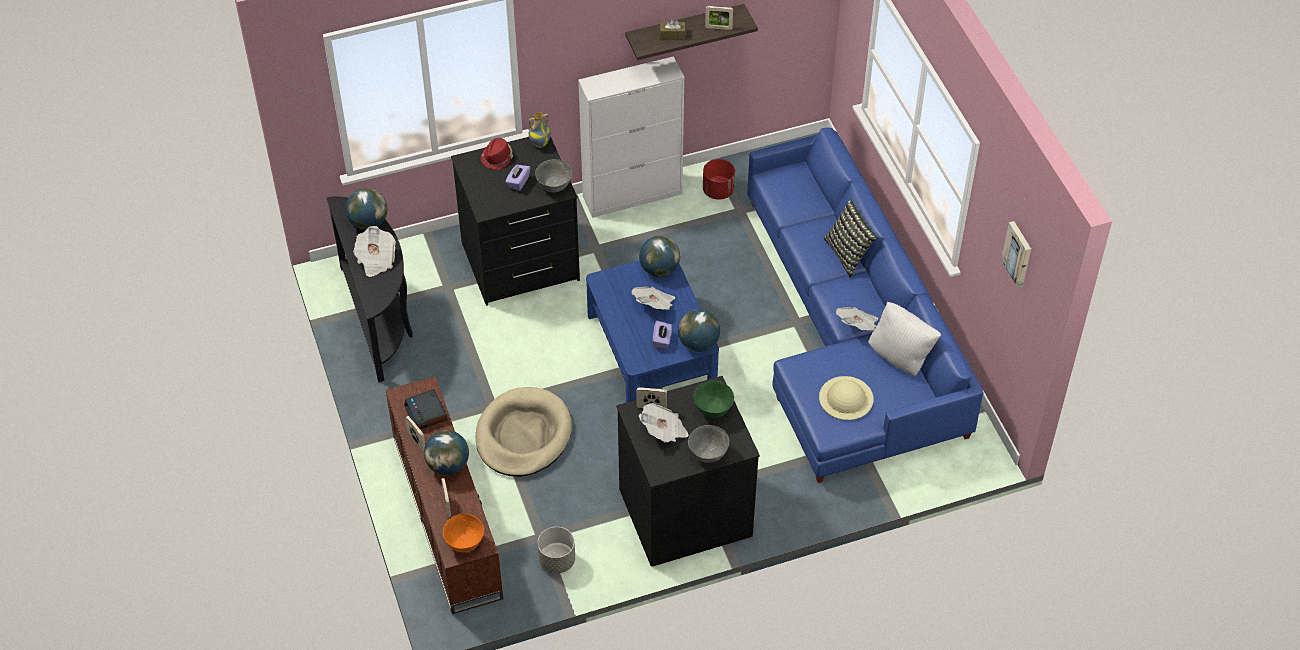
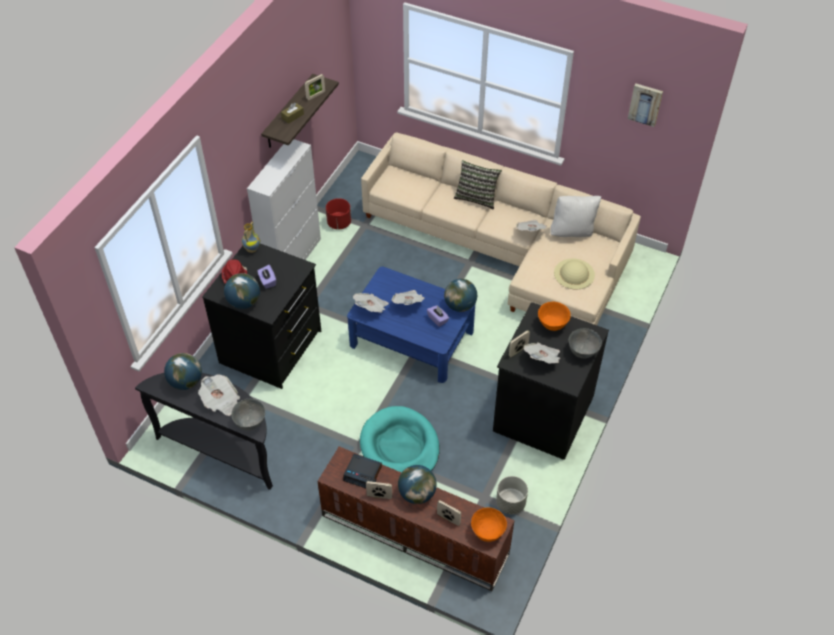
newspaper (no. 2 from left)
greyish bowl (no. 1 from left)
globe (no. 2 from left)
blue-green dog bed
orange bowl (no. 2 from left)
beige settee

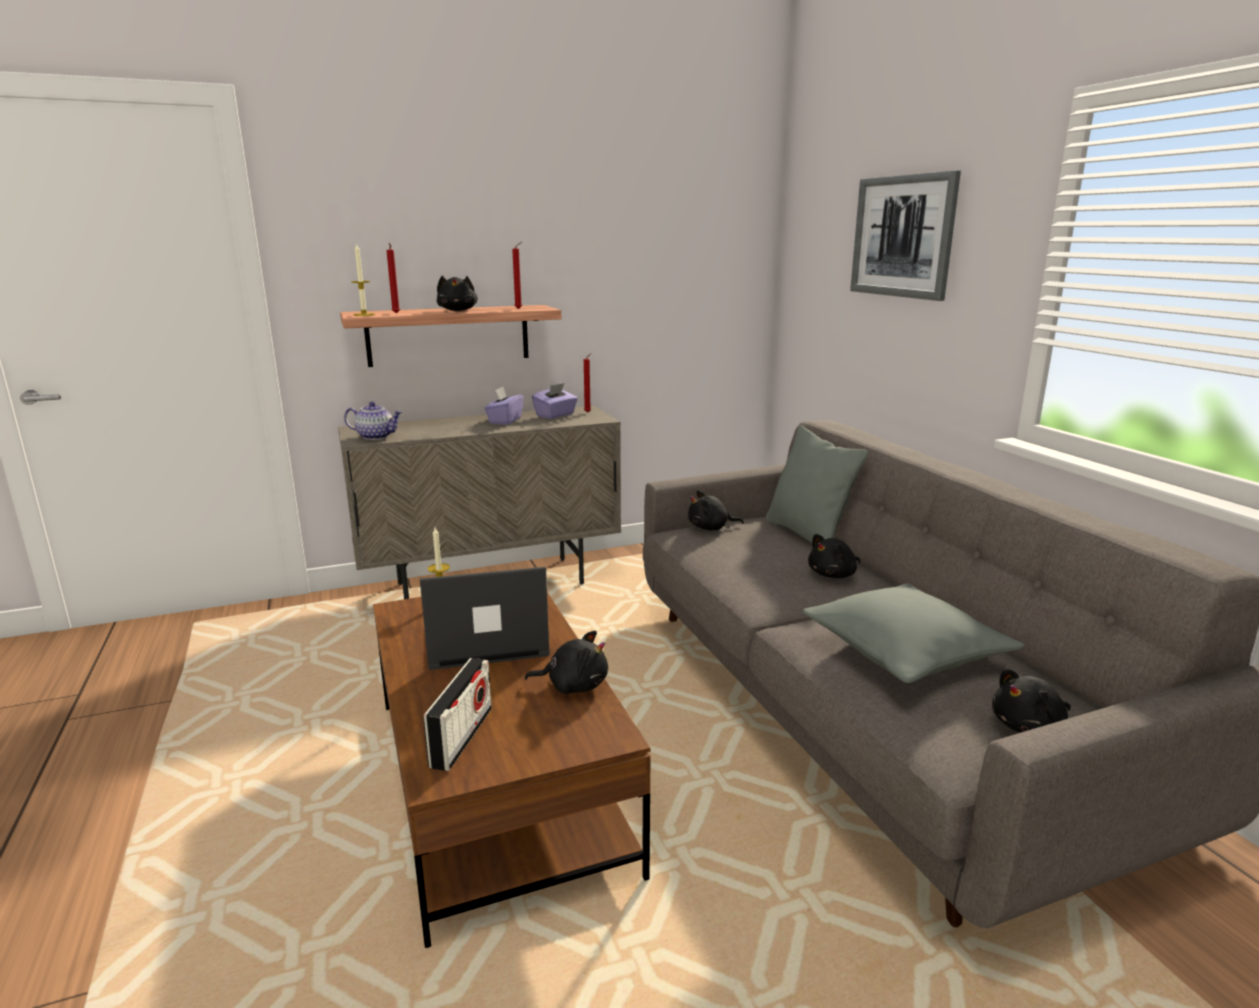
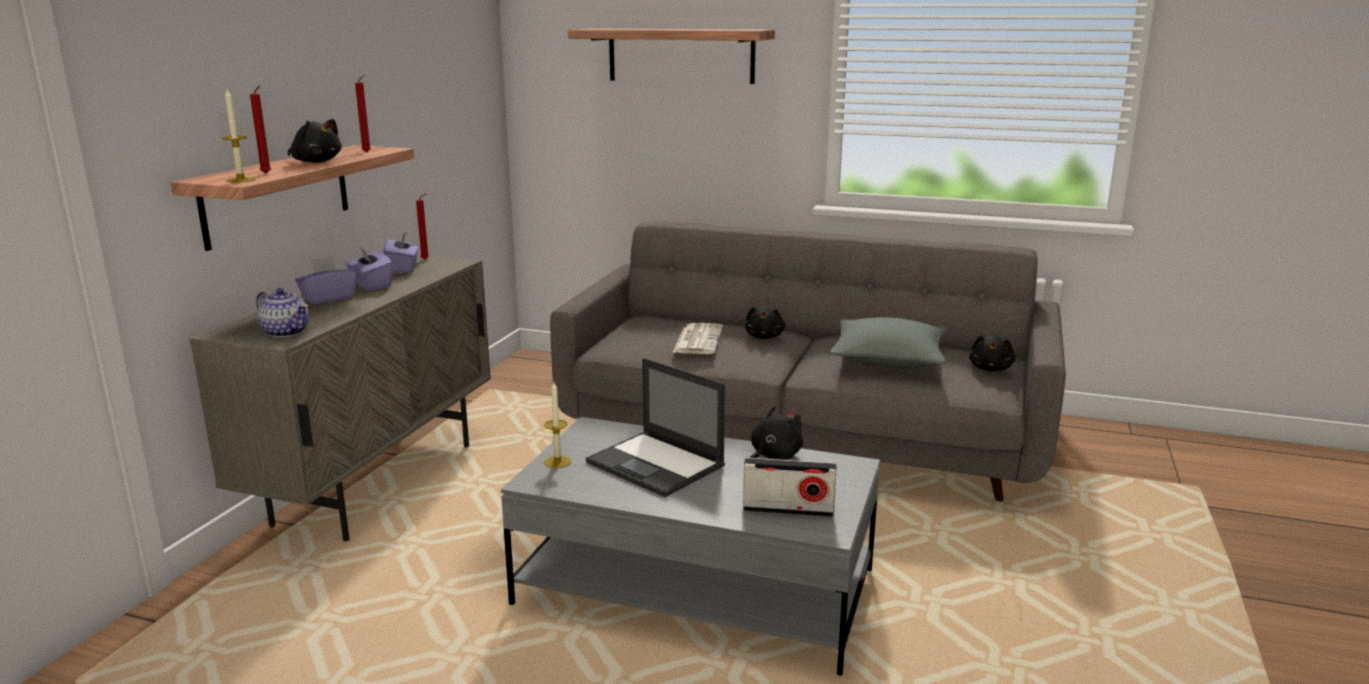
blackish plush toy (no. 3 from left in the first image)
greyish pillow (no. 1 from left in the first image)
purple-coloured tissue holder (no. 1 from left)
newspaper
bracket shelf (no. 2 from left)
greyish coffee table
teapot
portable computer
radio receiver

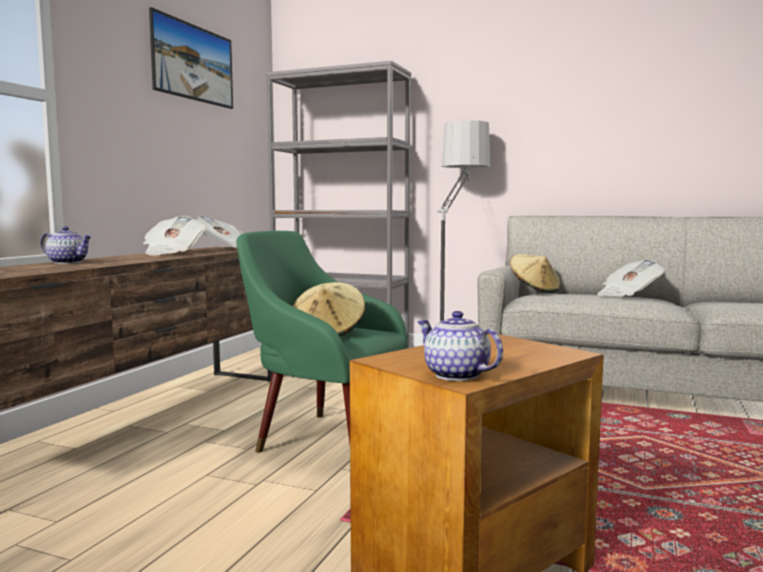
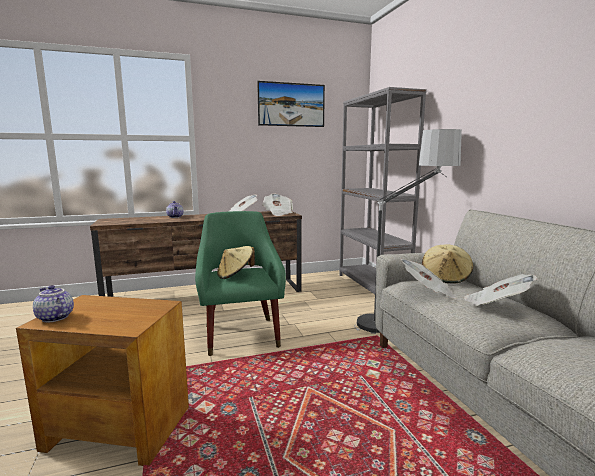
newspaper (no. 3 from left)
teapot (no. 1 from left)

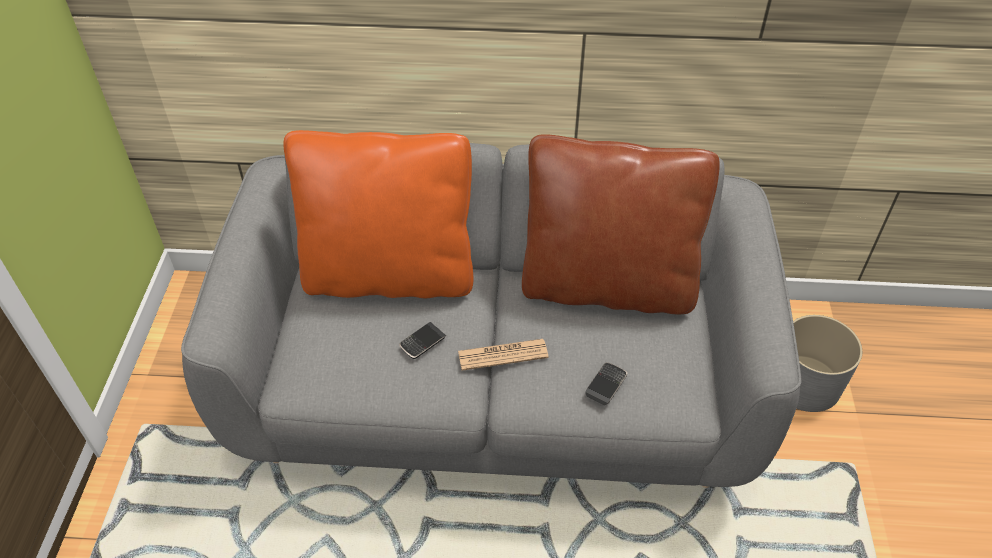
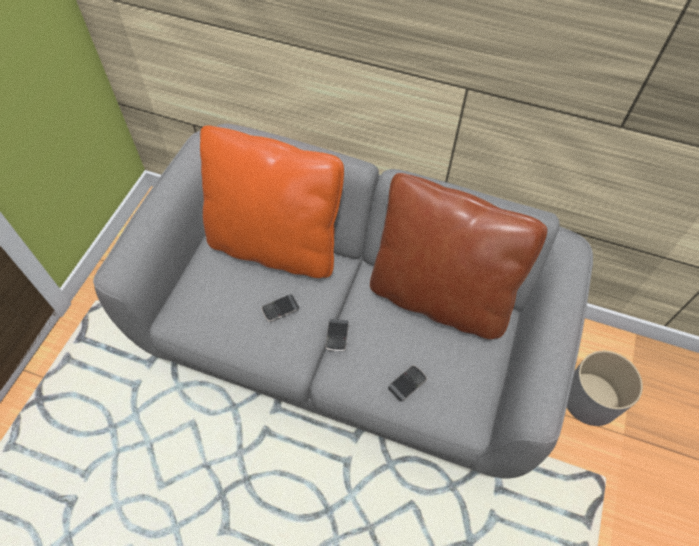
handset (no. 2 from left)

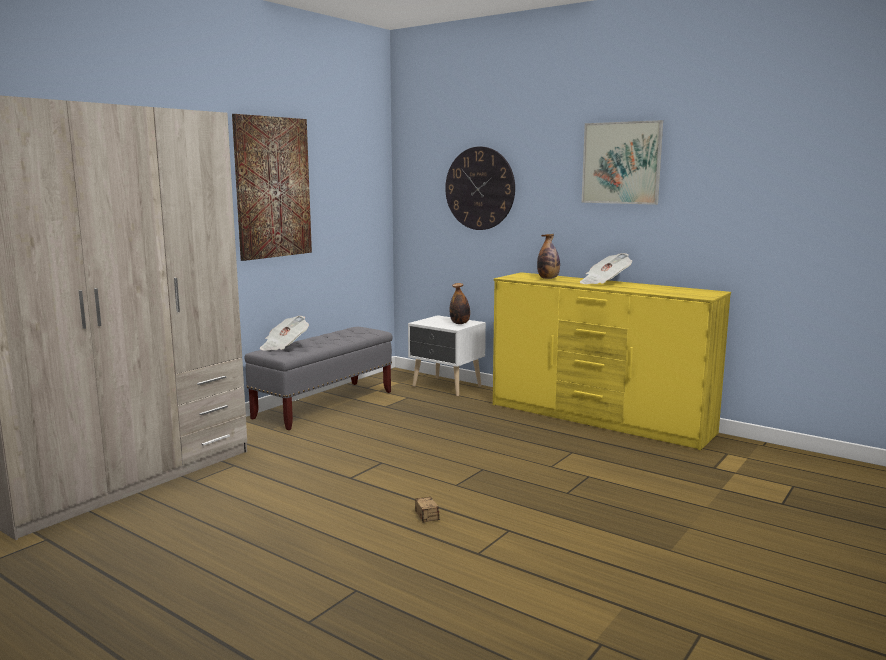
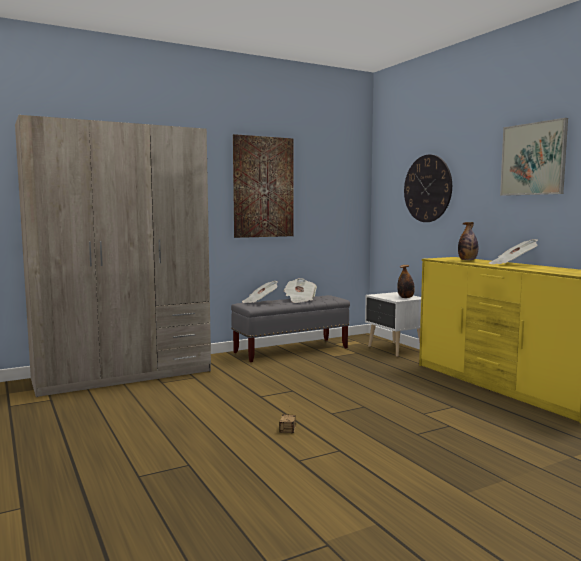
newspaper (no. 2 from left)

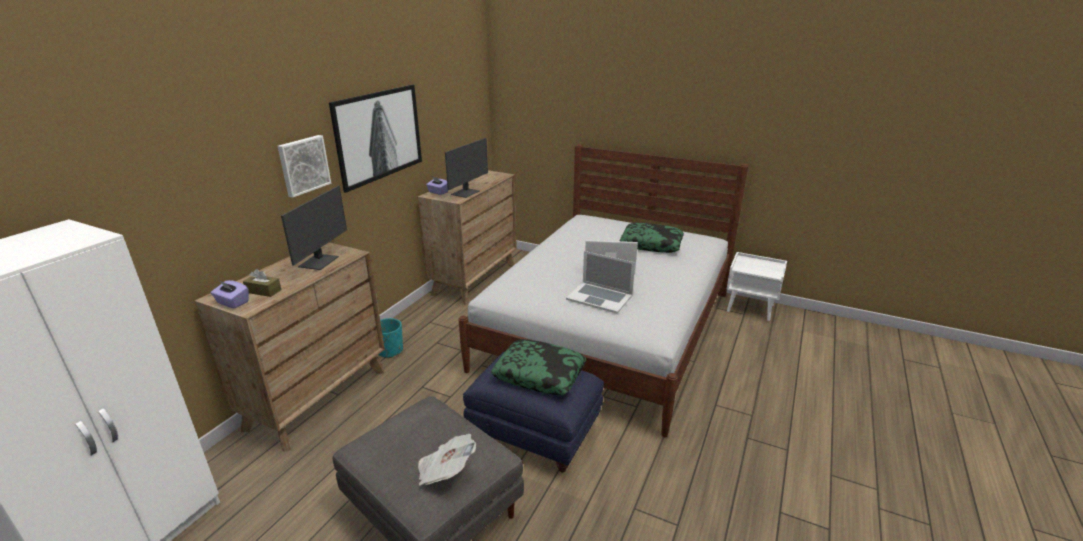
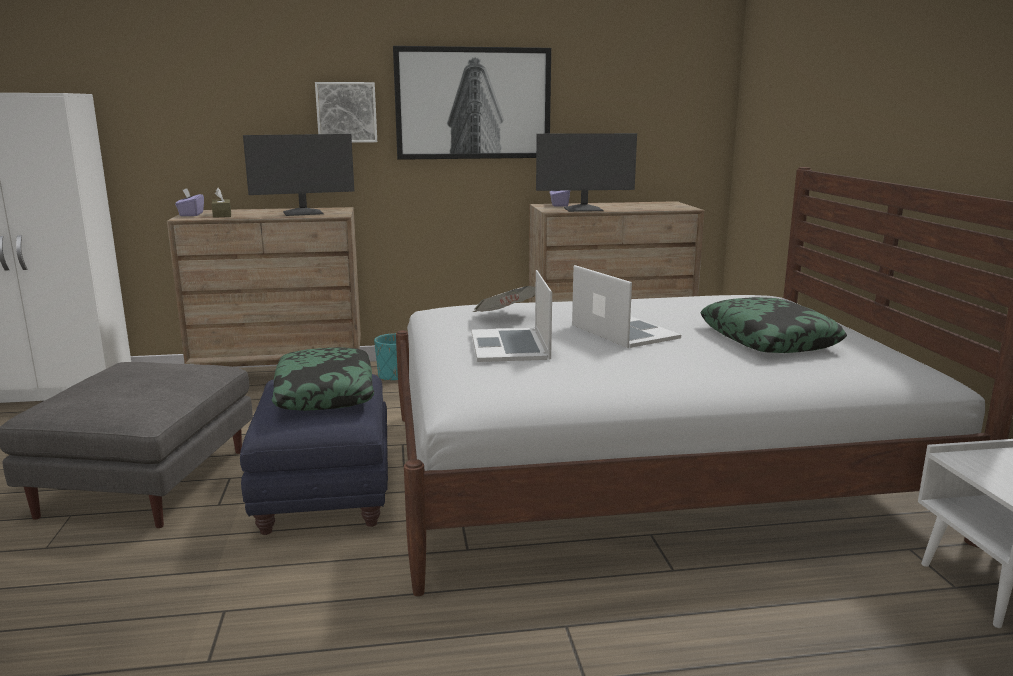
newspaper

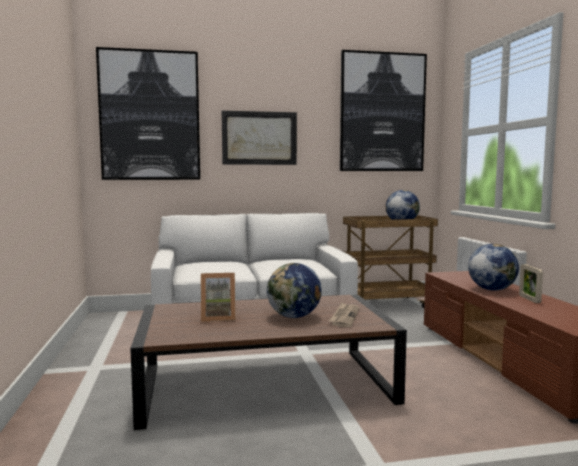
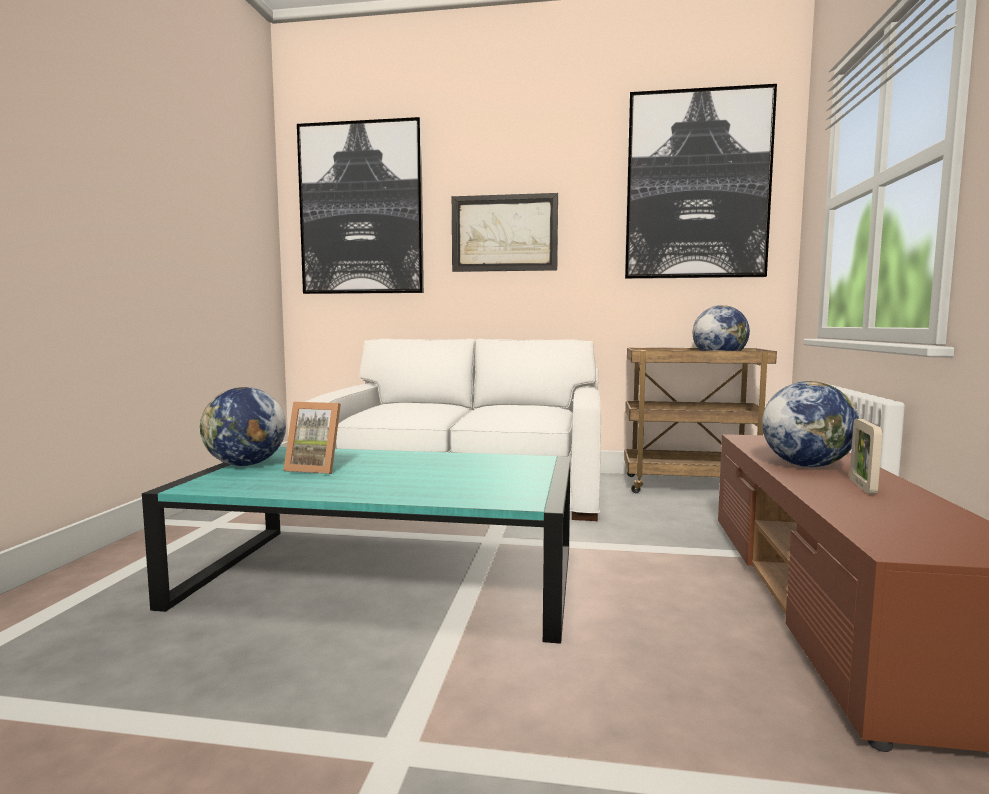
newspaper
globe (no. 1 from left)
blue-green coffee table

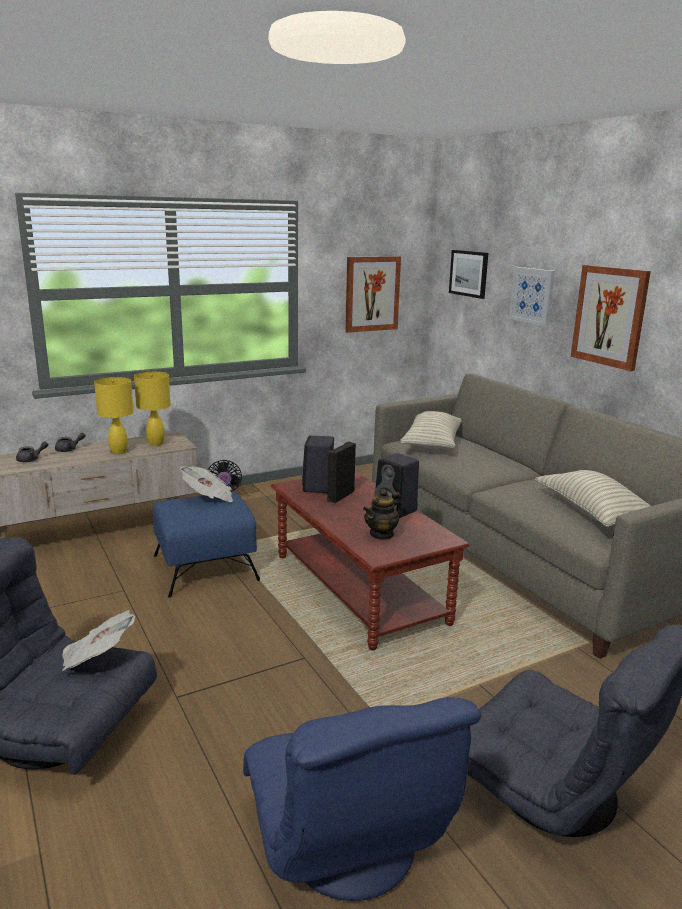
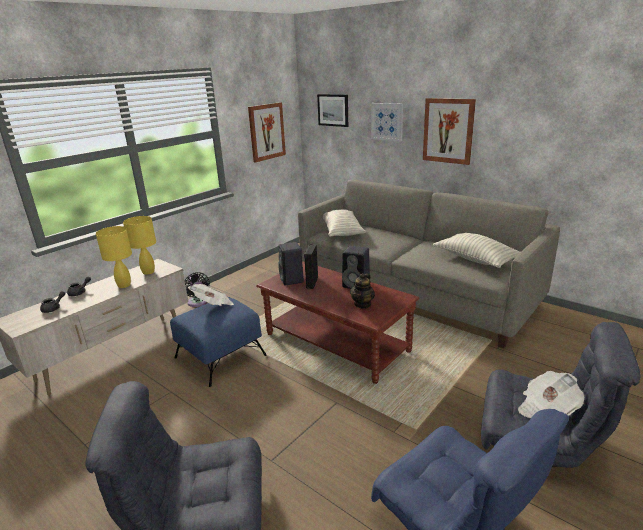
newspaper (no. 2 from left)

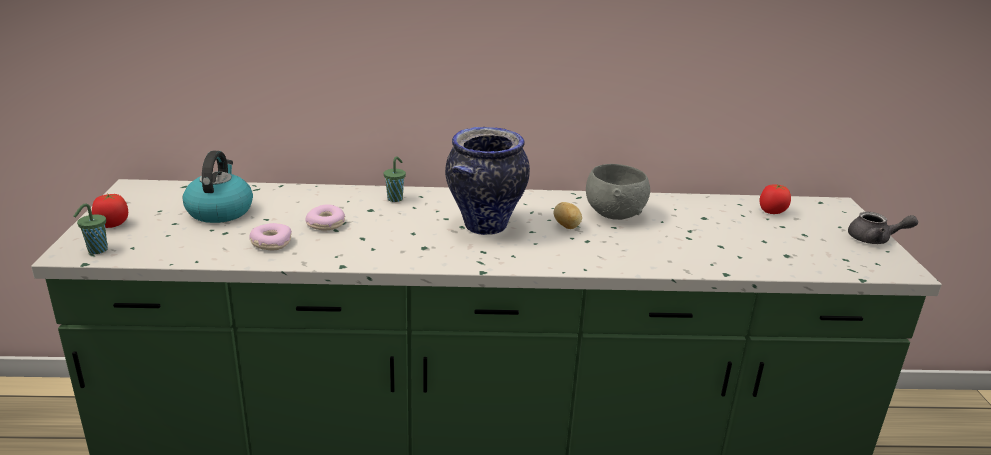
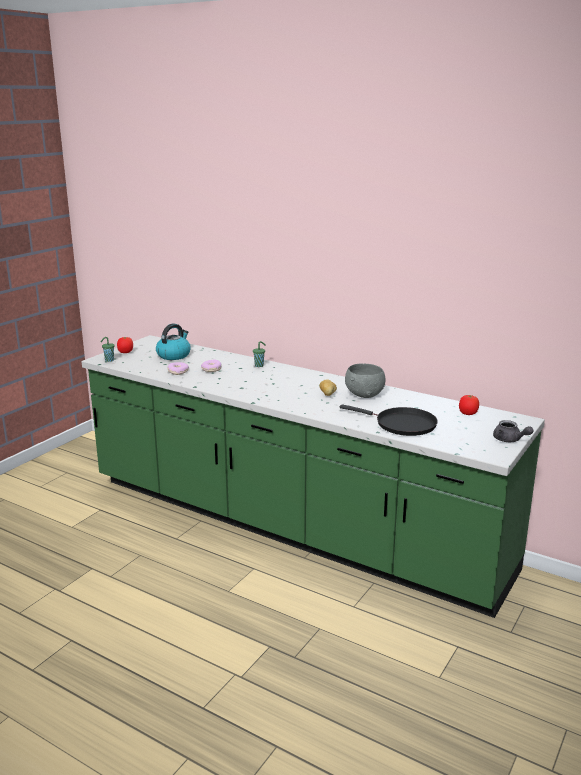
decorative vase
blackish frying pan

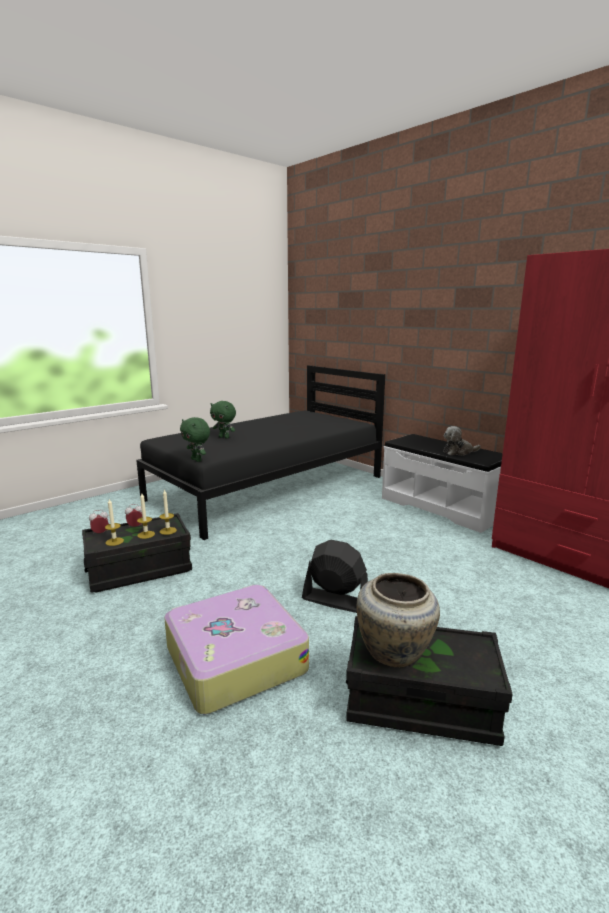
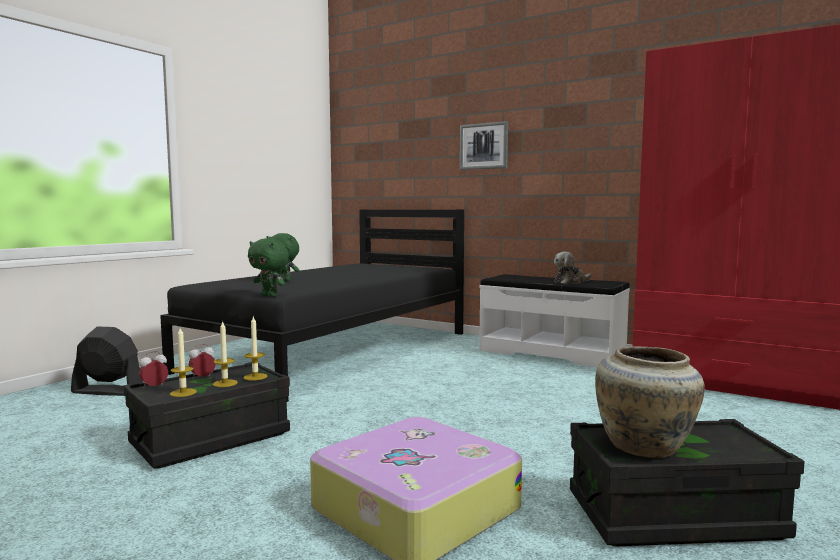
picture
blackish cooling fan

